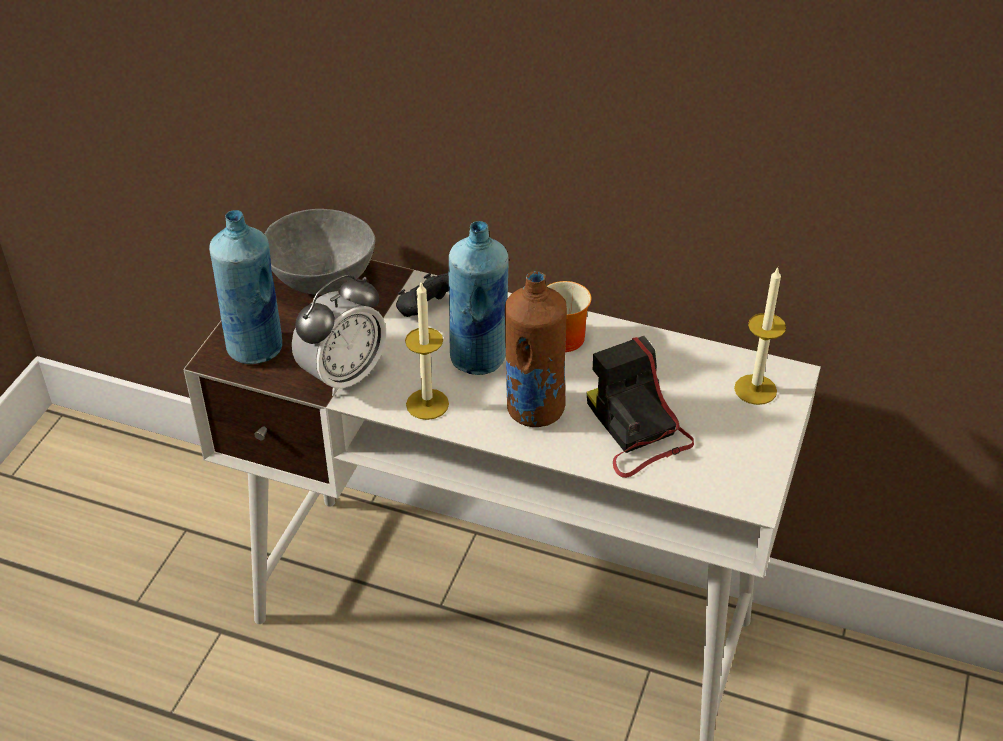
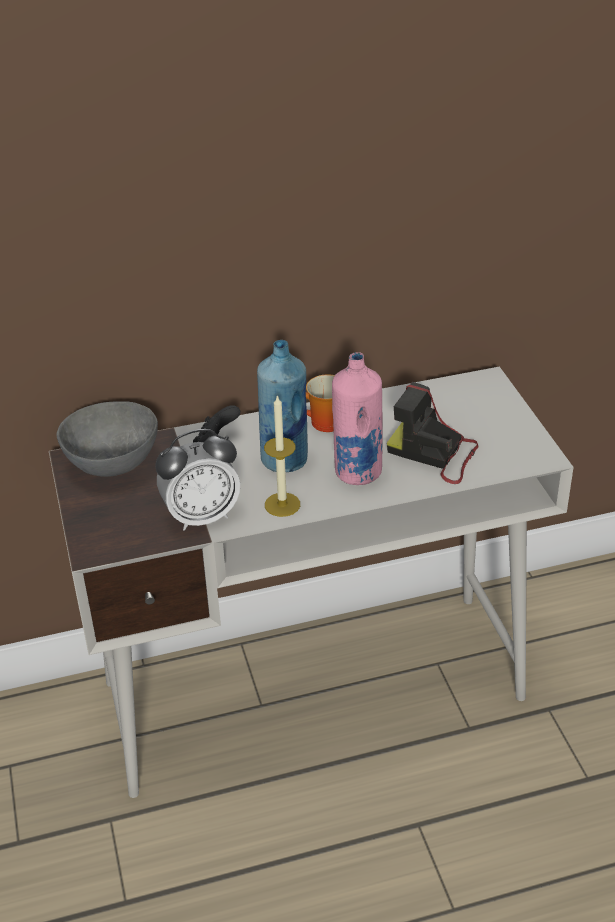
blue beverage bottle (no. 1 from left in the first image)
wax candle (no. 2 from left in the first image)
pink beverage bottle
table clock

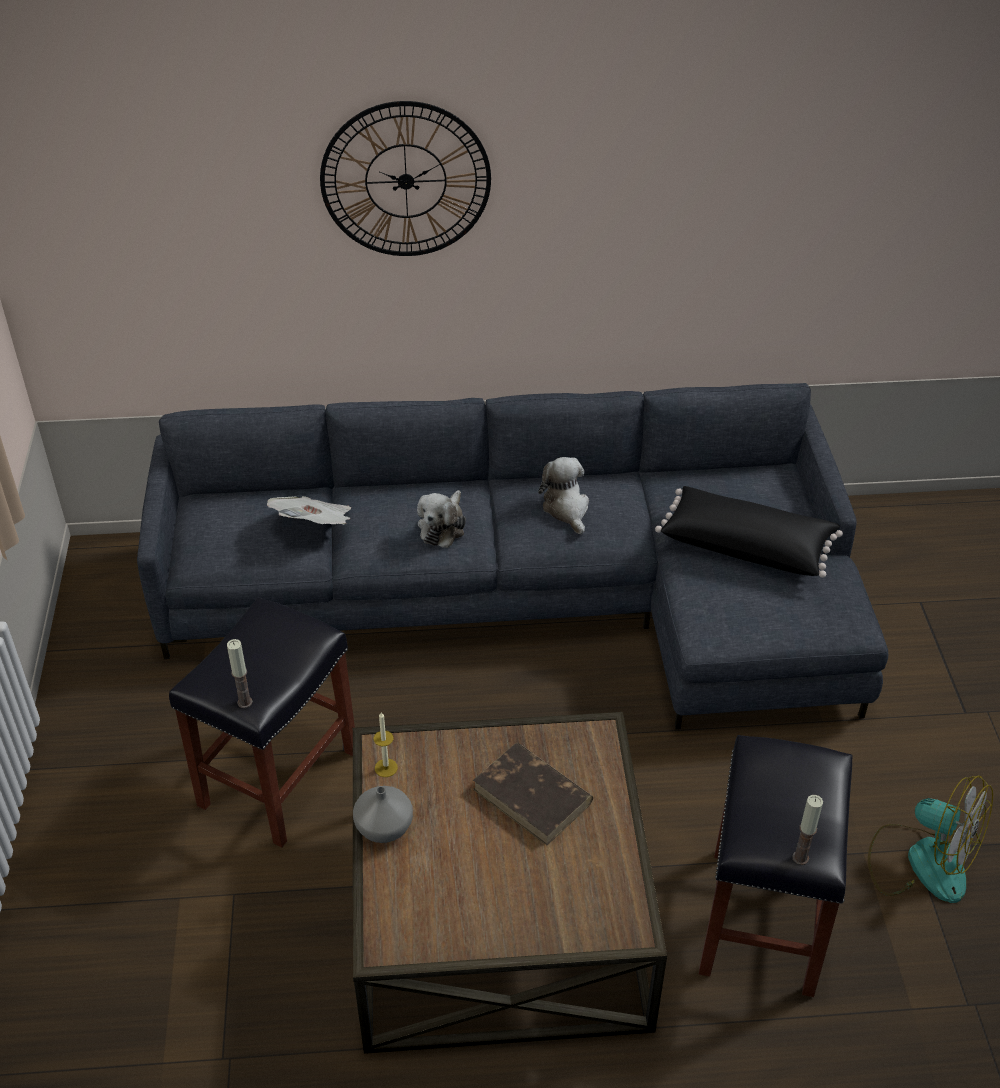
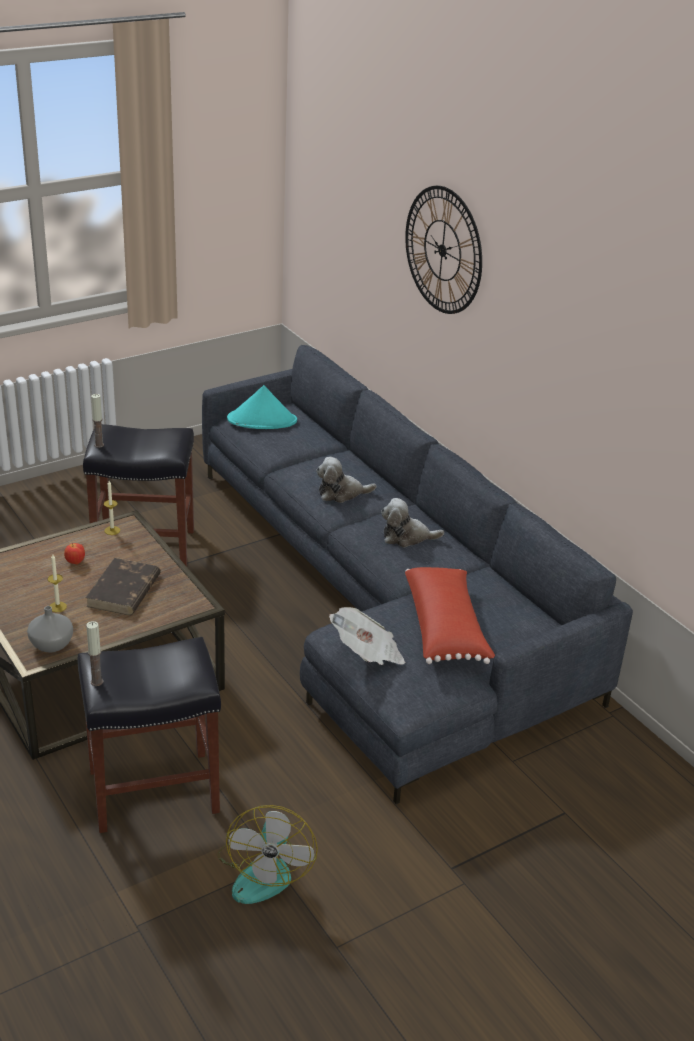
wax candle (no. 1 from left)
whole apple
blue-green clothing hat
newspaper
greyish decorative vase
red pillow
plush toy (no. 2 from left)

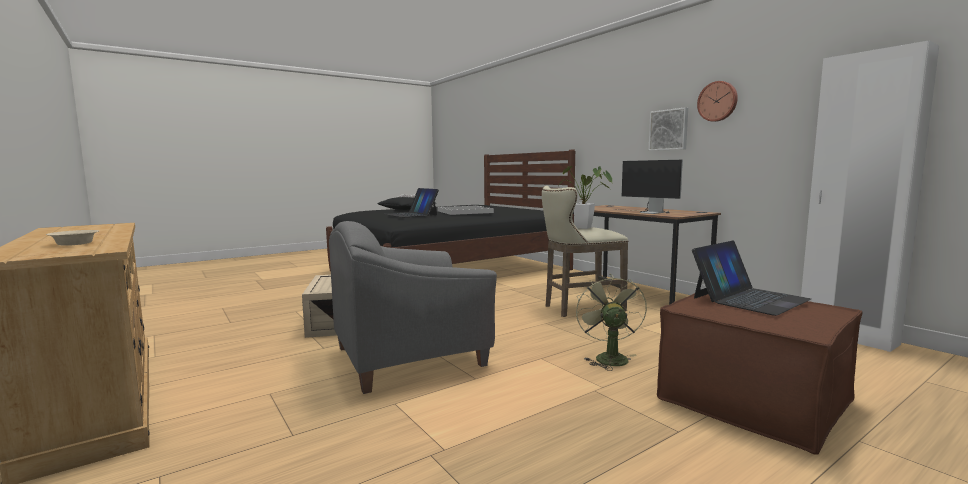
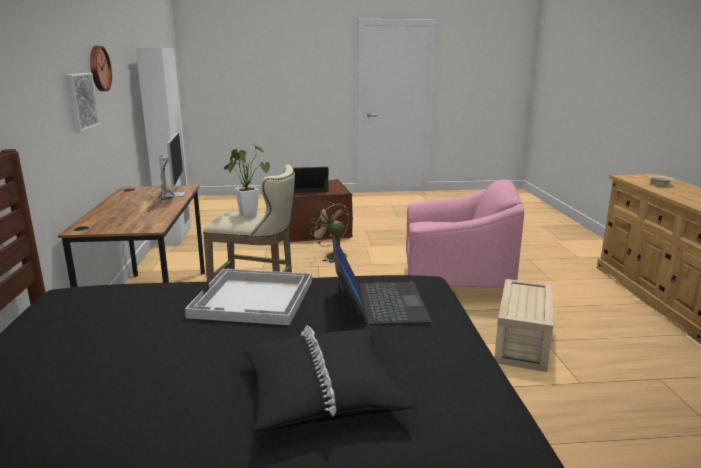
pink easy chair
greenish cooling fan

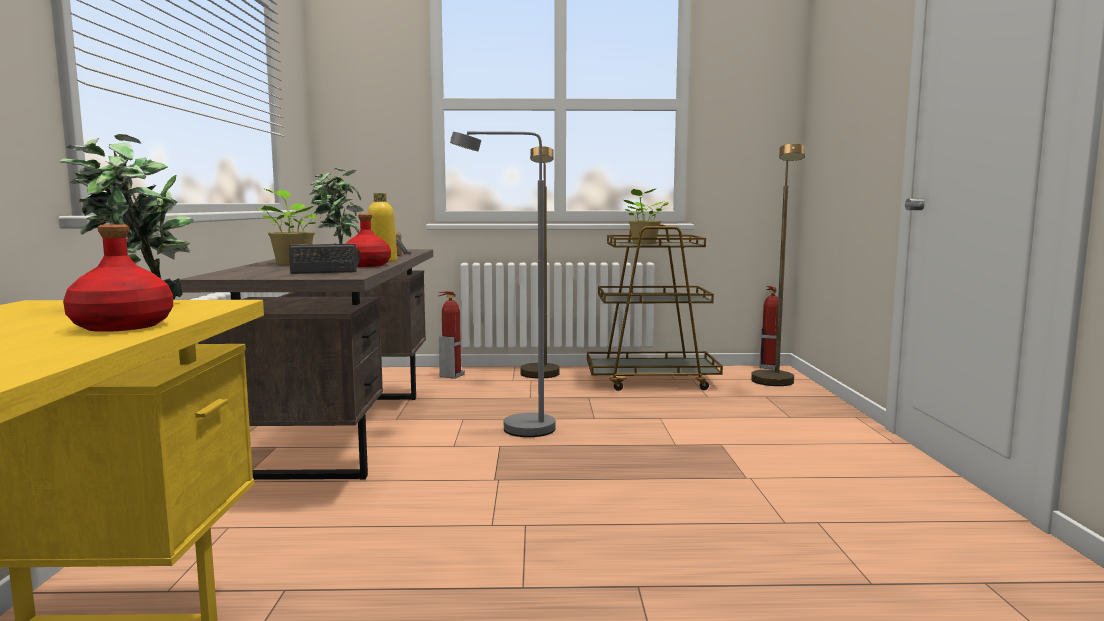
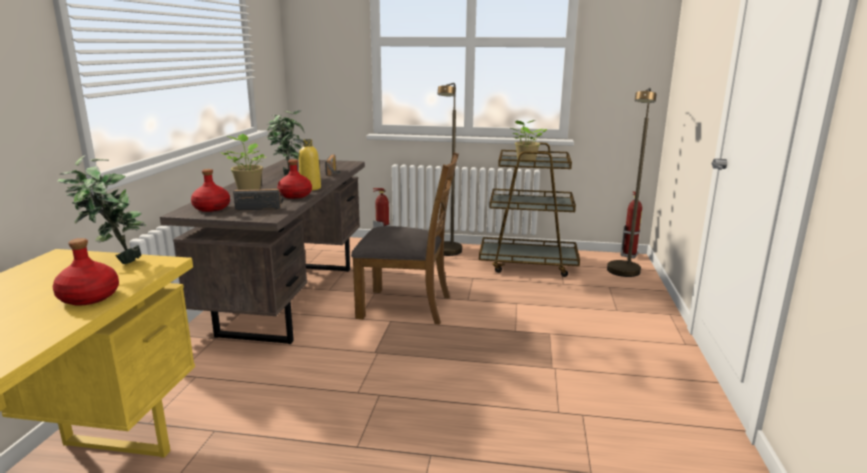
red beverage bottle (no. 2 from left)
brown chair

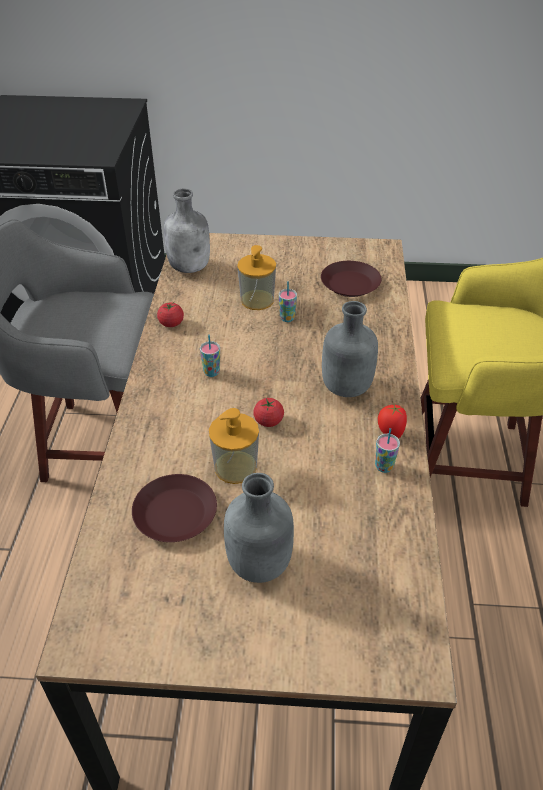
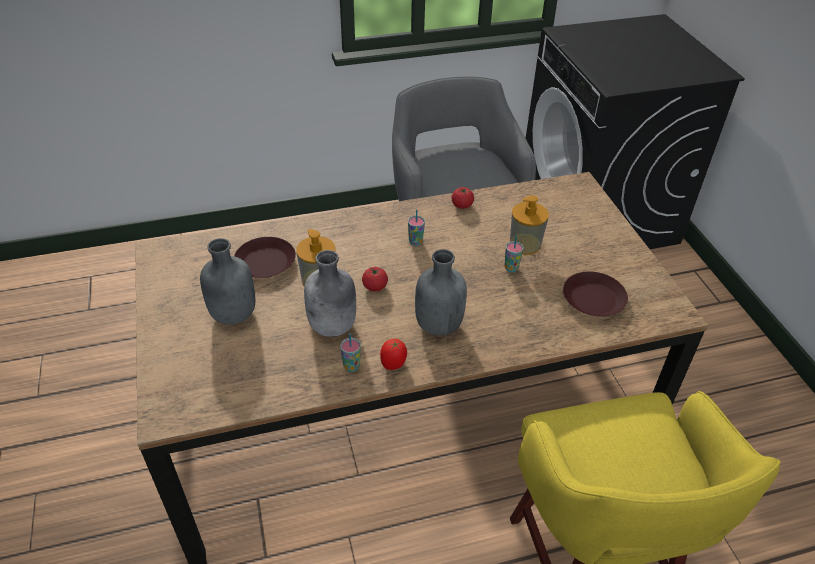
greyish beverage bottle (no. 2 from left)

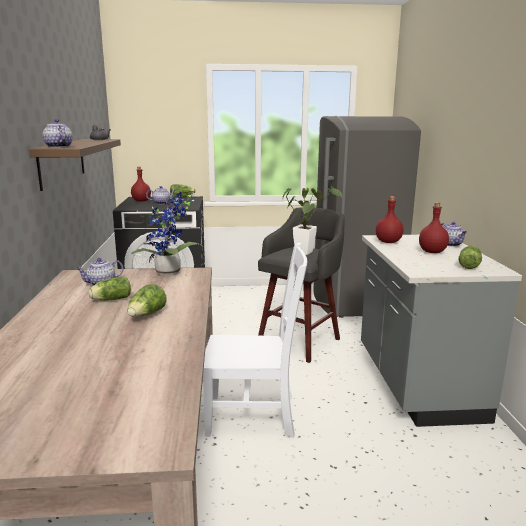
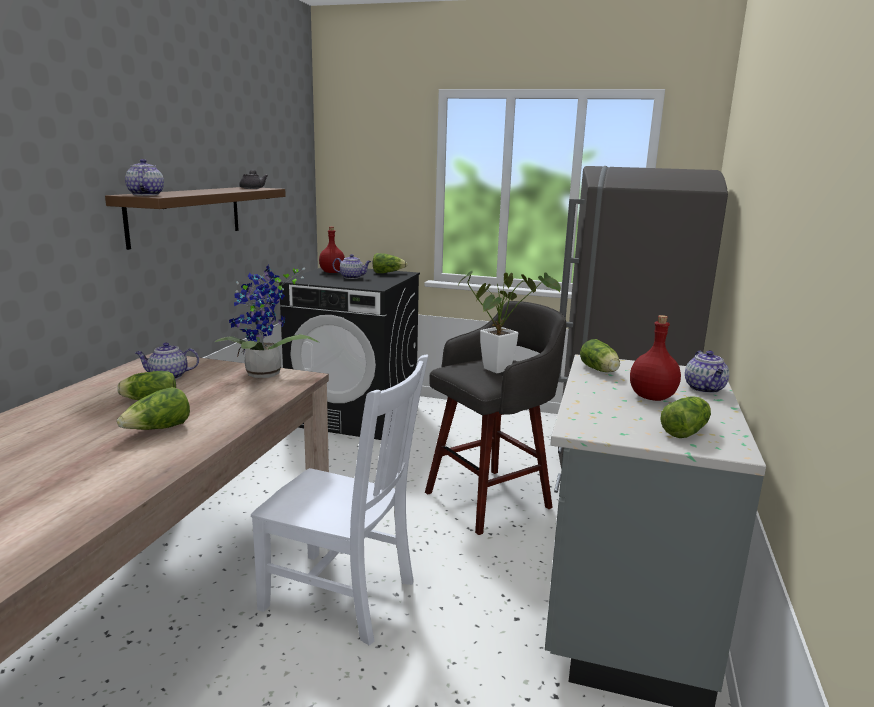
lettuce head (no. 4 from left)

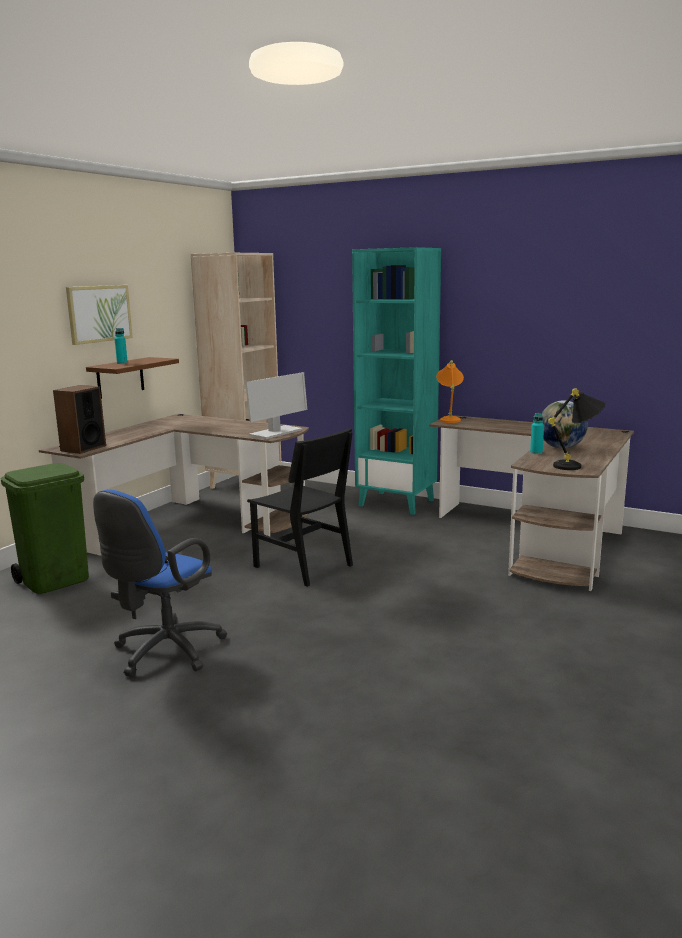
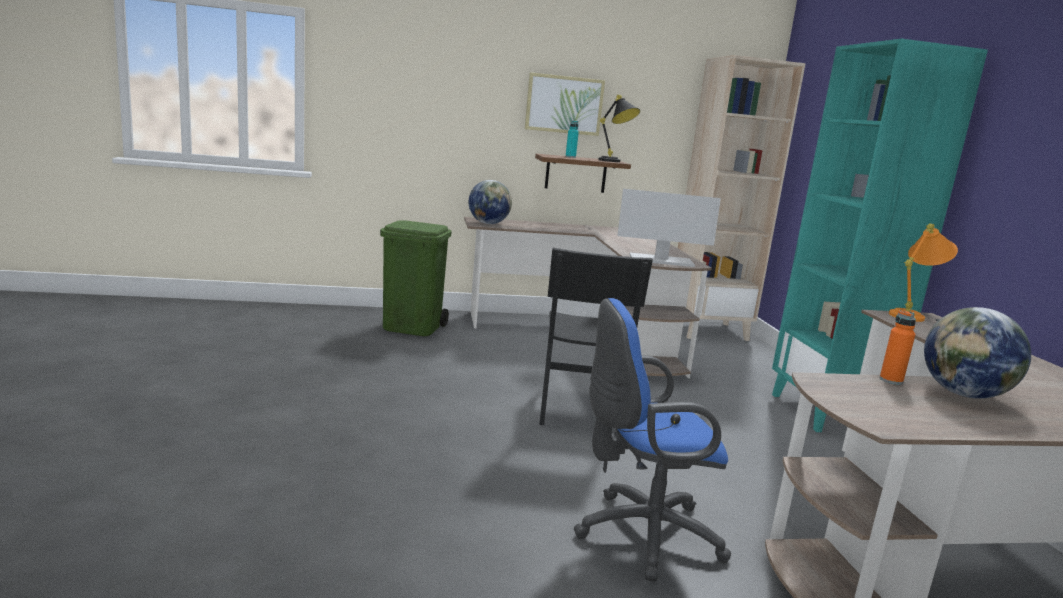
blue office chair
blackish tabletop lamp
globe (no. 1 from left)
orange beverage bottle

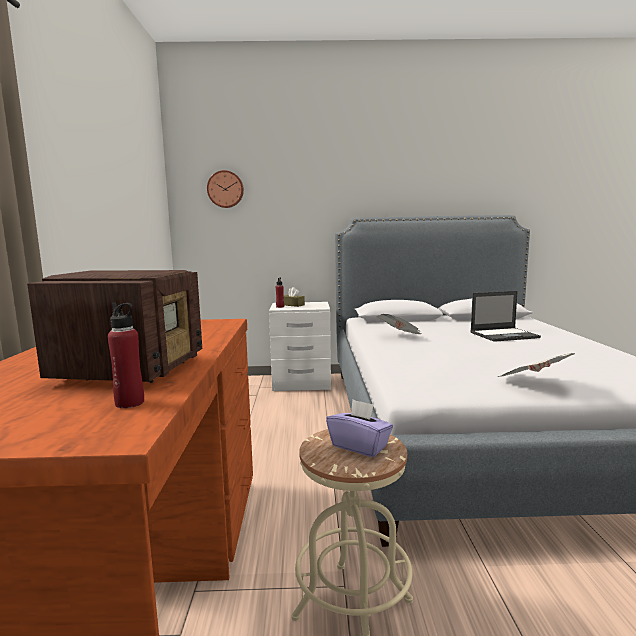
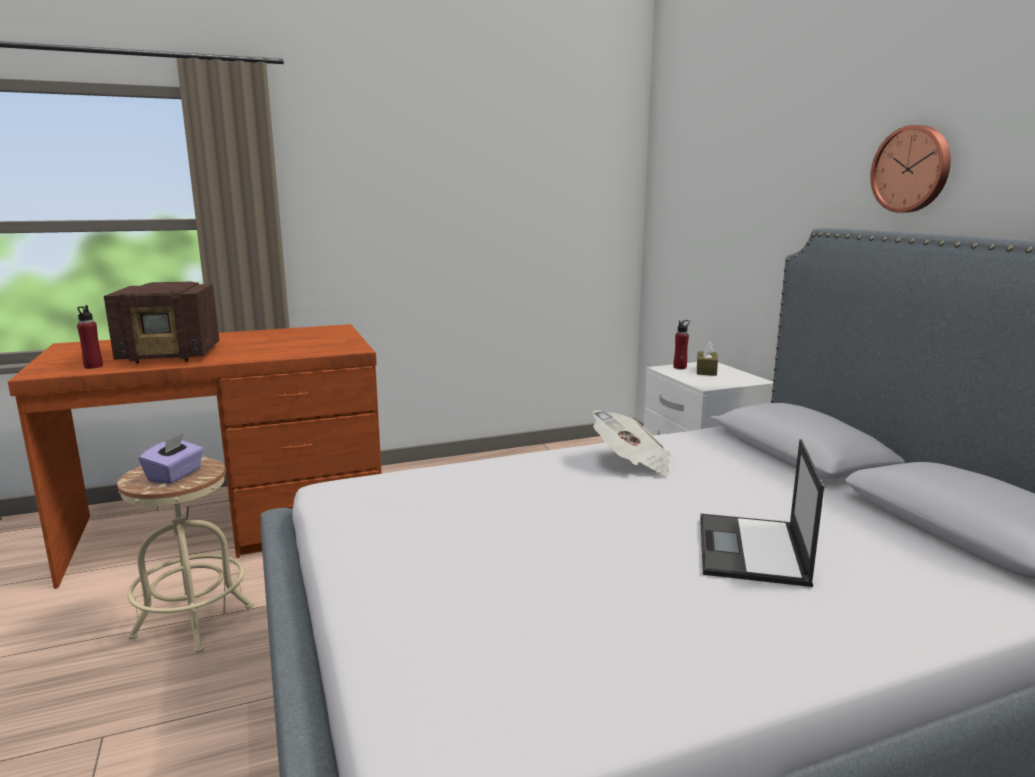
newspaper (no. 2 from left in the first image)
wall clock
portable computer

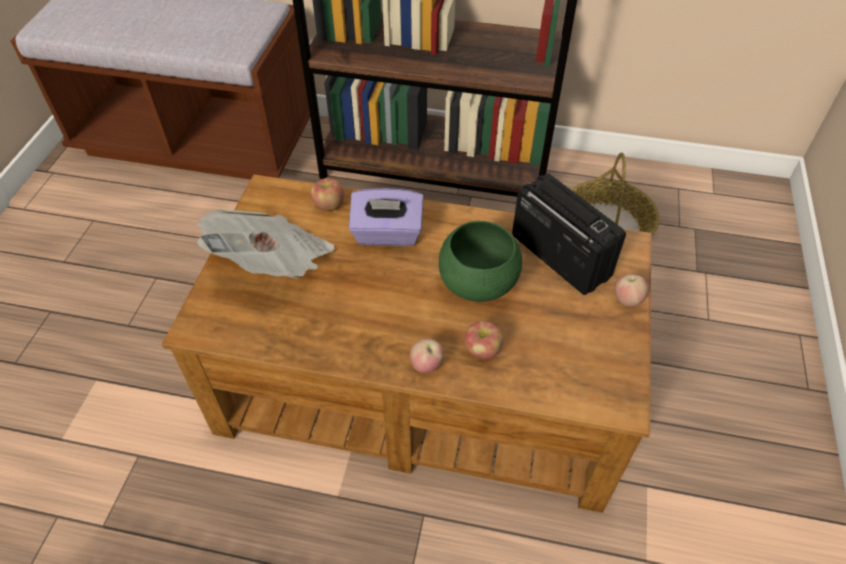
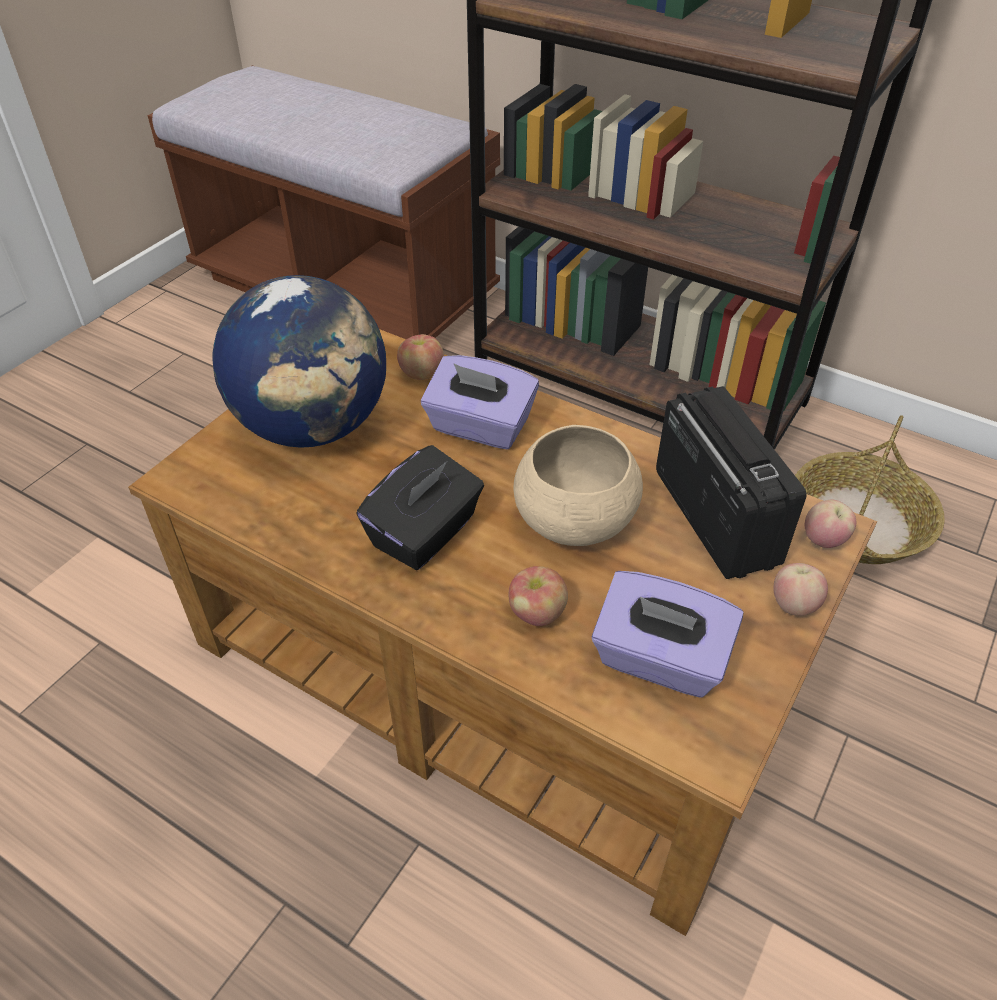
blackish tissue holder
purple-coloured tissue holder (no. 2 from left)
whole apple (no. 4 from left)
globe
beige bowl

